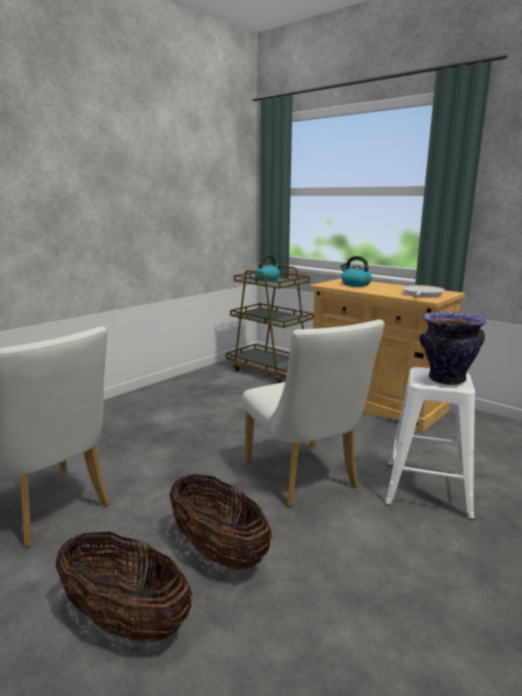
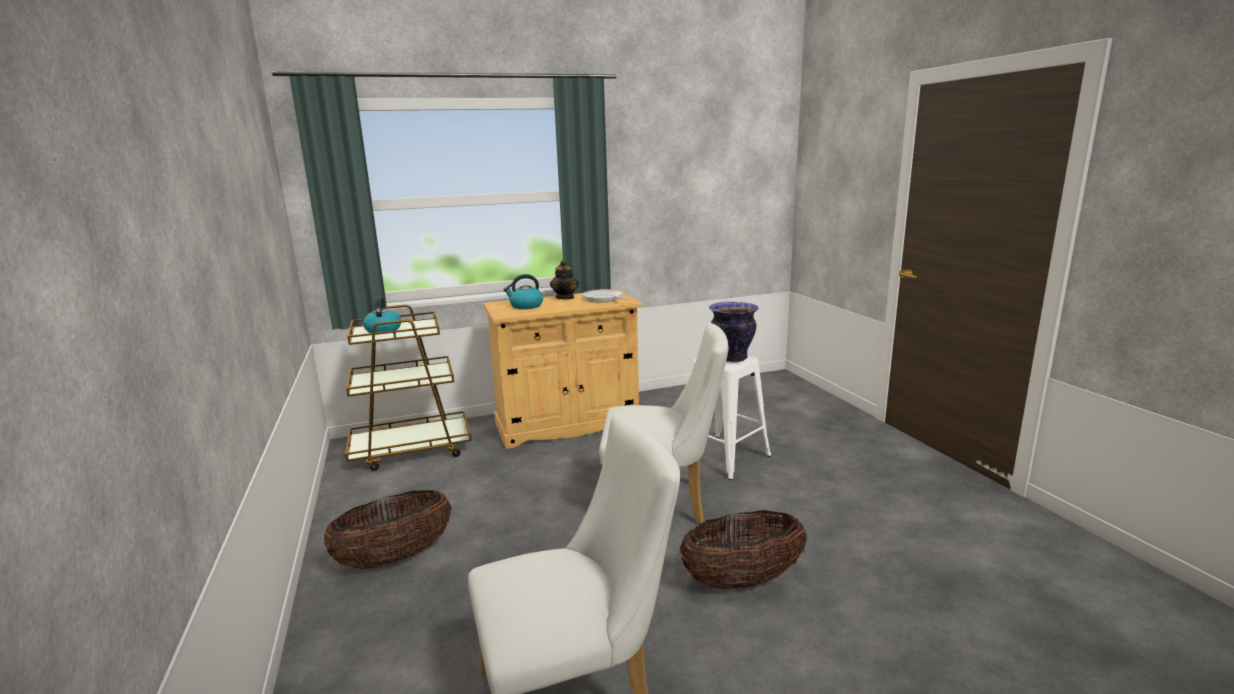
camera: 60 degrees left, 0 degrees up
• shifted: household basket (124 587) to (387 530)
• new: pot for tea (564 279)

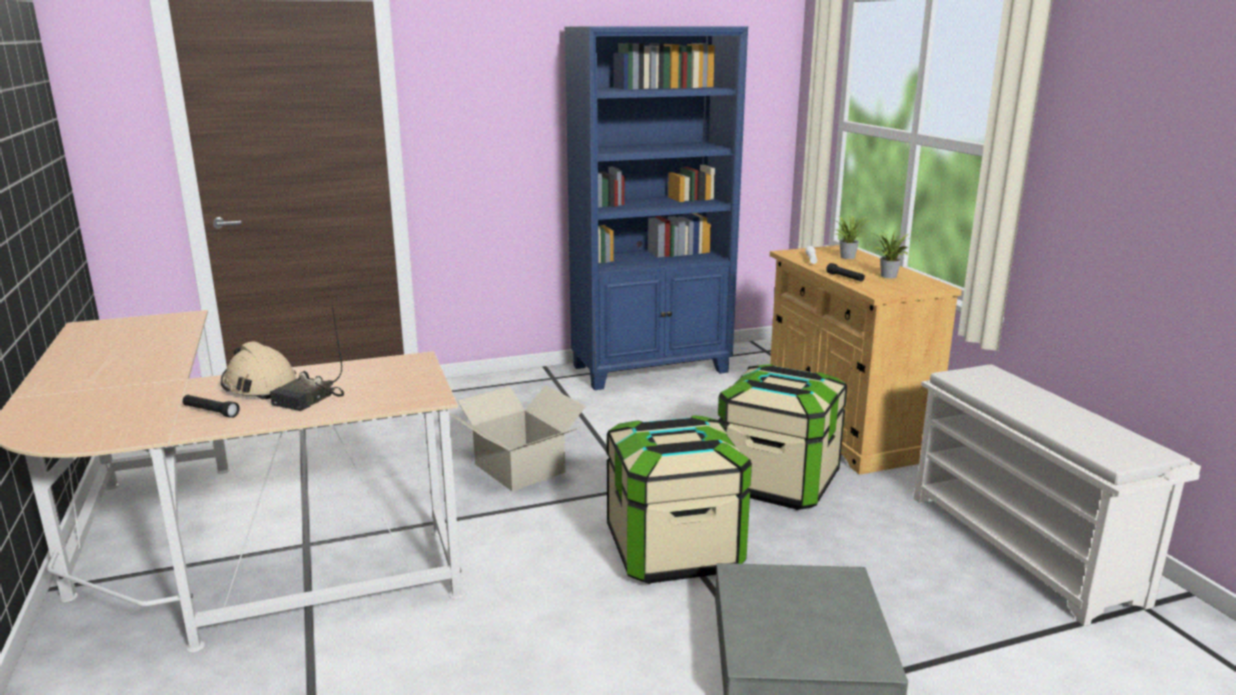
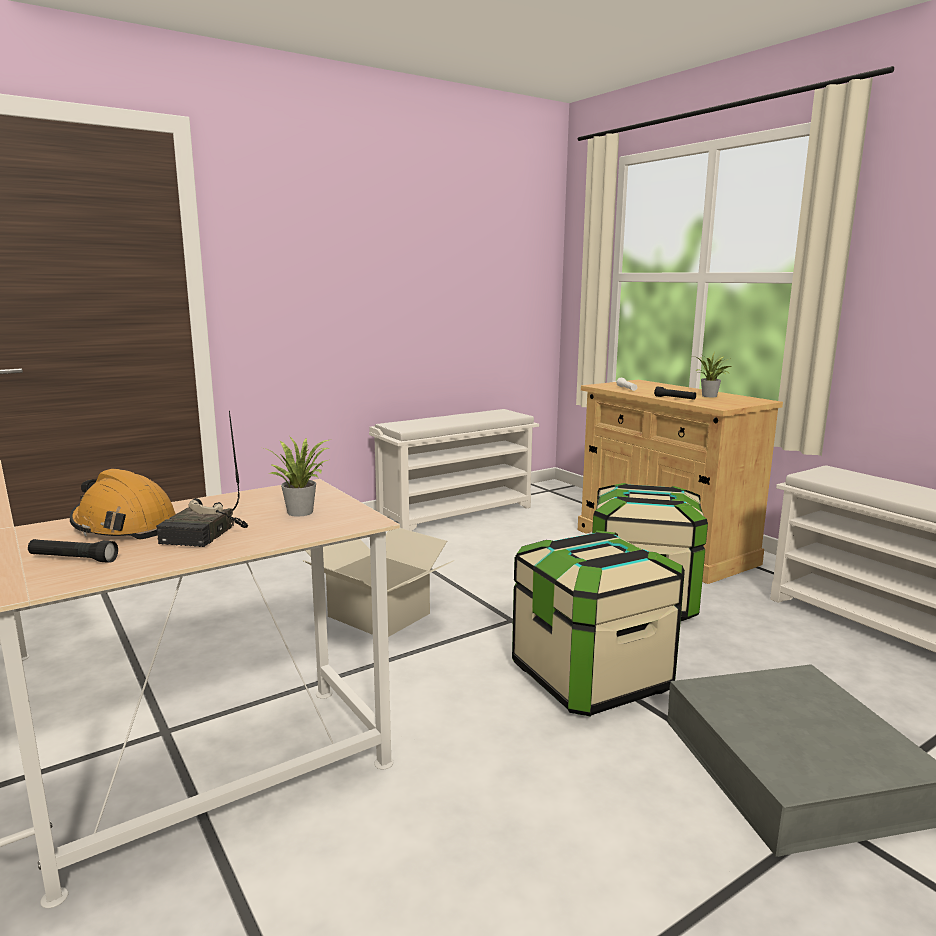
camera: 15 degrees left, 5 degrees down
• repainted: beige-coloured hard hat (258 370) to orange hard hat (123 504)
• swapped: blue-coloured shelving unit (656 208) to white-coloured shoe stand (454 470)
• shifted: potted plant (854 236) to (297 476)

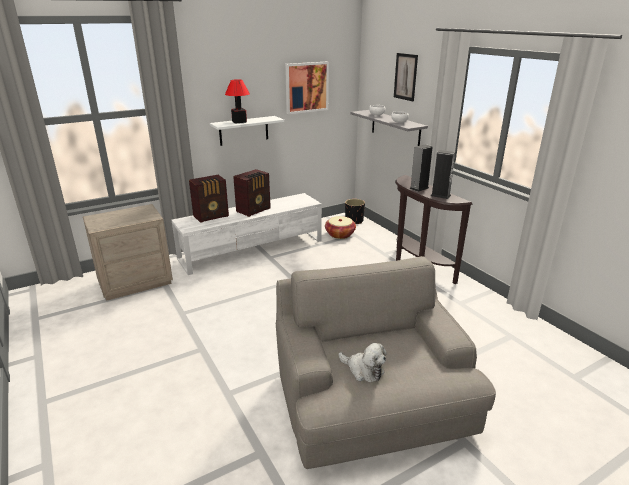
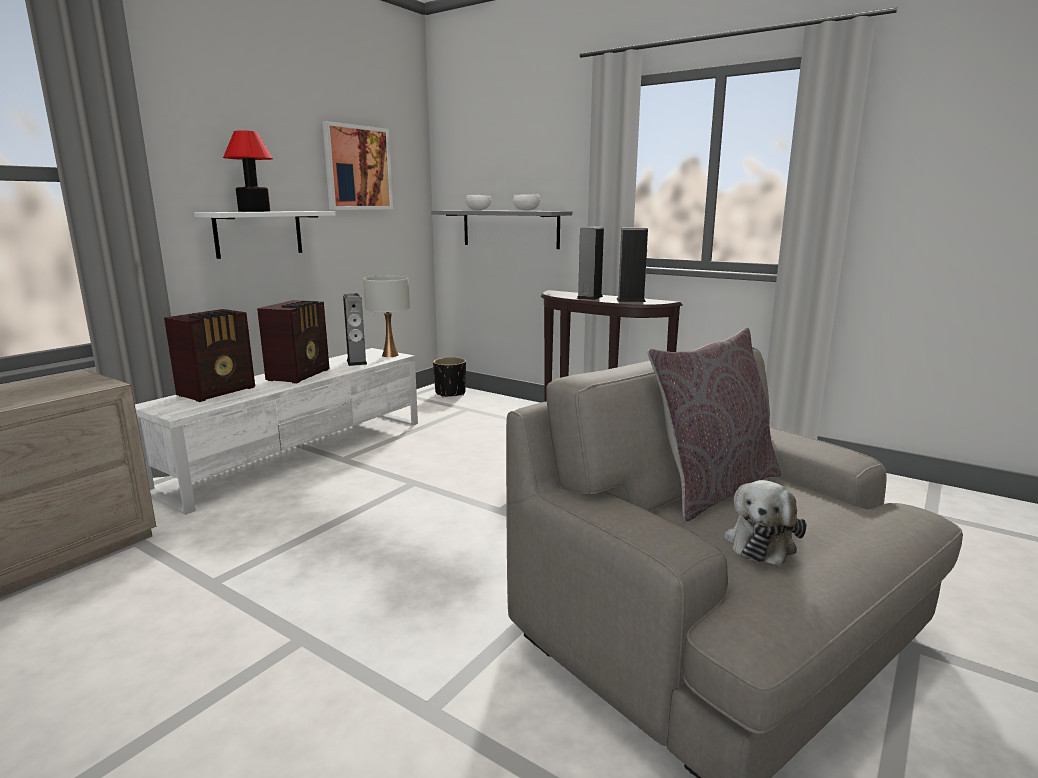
camera: 25 degrees left, 10 degrees down
• gone: household basket (340 227)
• rotated: soft toy (362 362) = (765 523) 105 degrees clockwise
• gone: picture (406 77)
• new: loudspeaker (355 329)
• new: white-coloured table lamp (386 316)
• new: gray pillow (714 424)

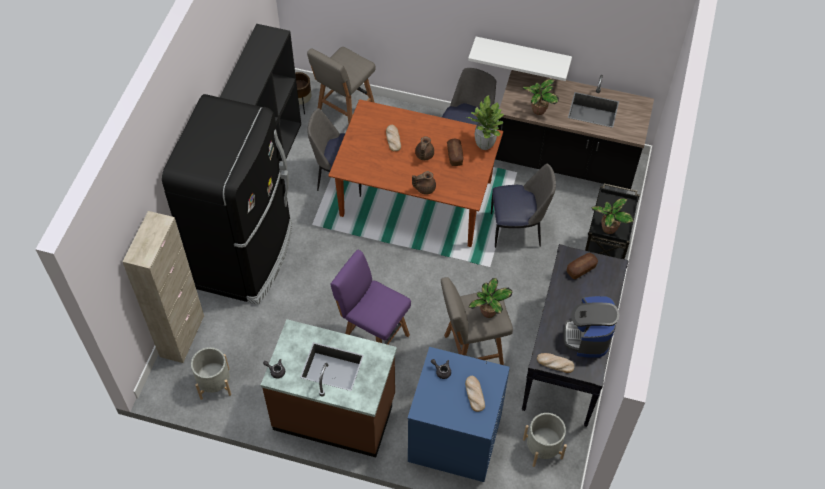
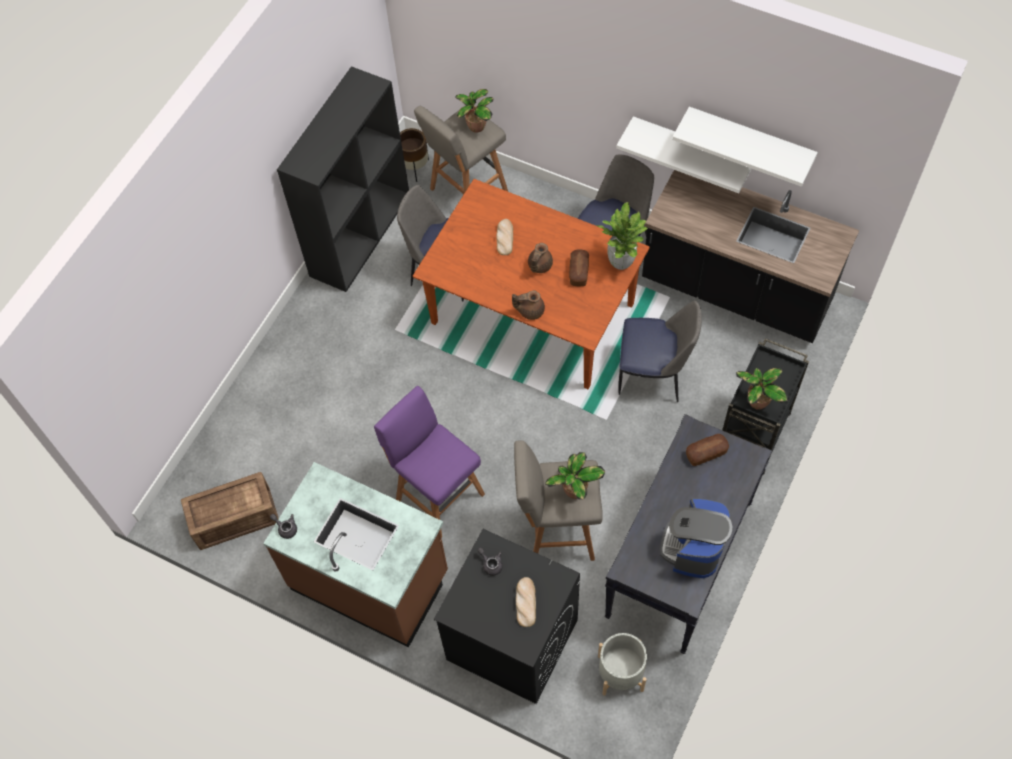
camera: 15 degrees right, 5 degrees up
• gone: beige-coloured cabinet (163 287)
• gone: black refrigerator (227 199)
• swapped: gray planter (211 373) to packing crate (230 511)
• repainted: blue-coloured laundry appliance (458 414) to black laundry appliance (507 616)
• shifted: potted plant (541 97) to (474 111)
• gone: bakery bread (556 363)
• new: white-coloured shelf (745 147)

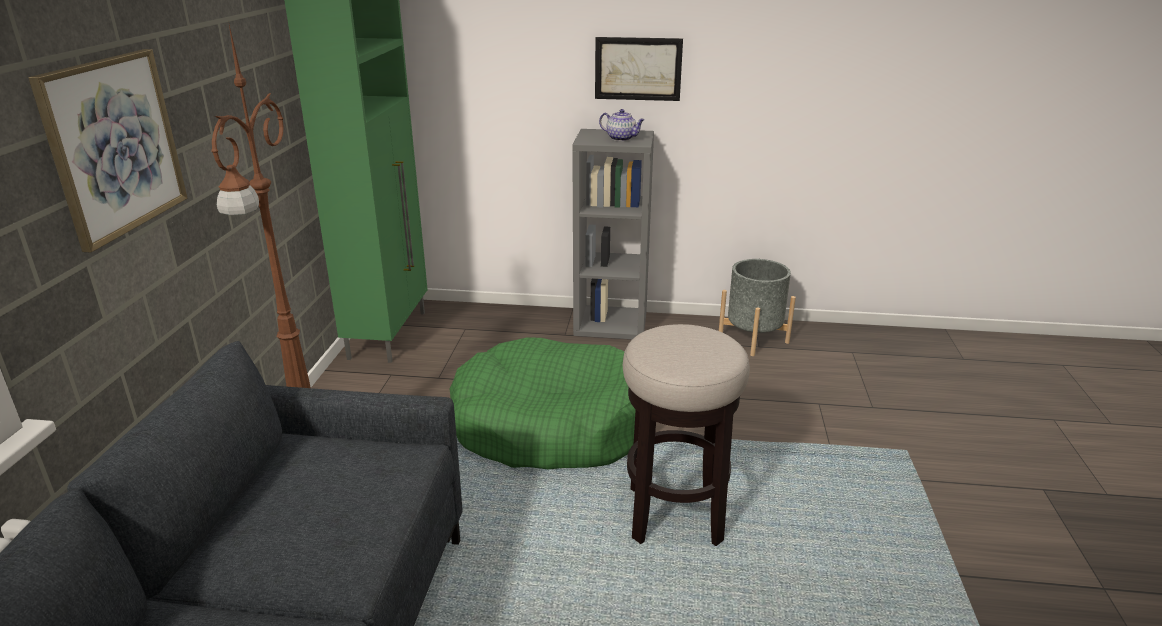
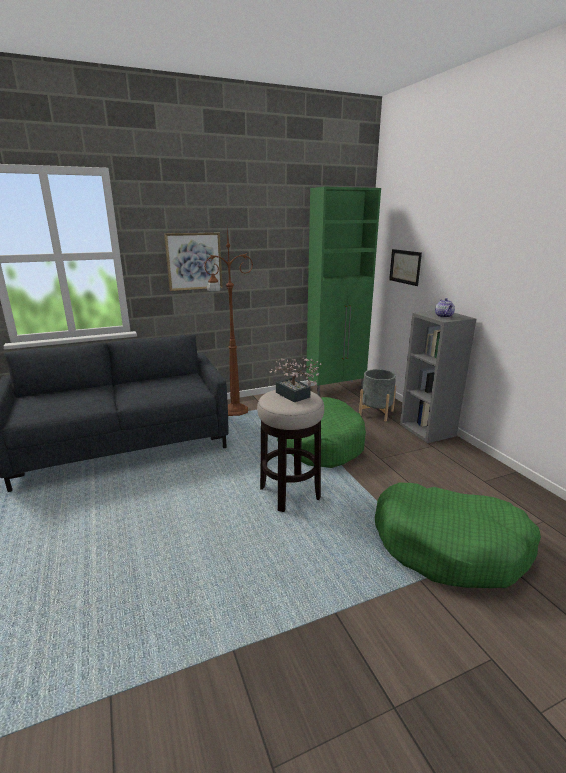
camera: 60 degrees right, 5 degrees down
• shifted: picture (639 69) to (405 267)
• shifted: gray planter (757 307) to (377 395)
• new: potted plant (295 379)
• new: green-coloured dog bed (458 535)

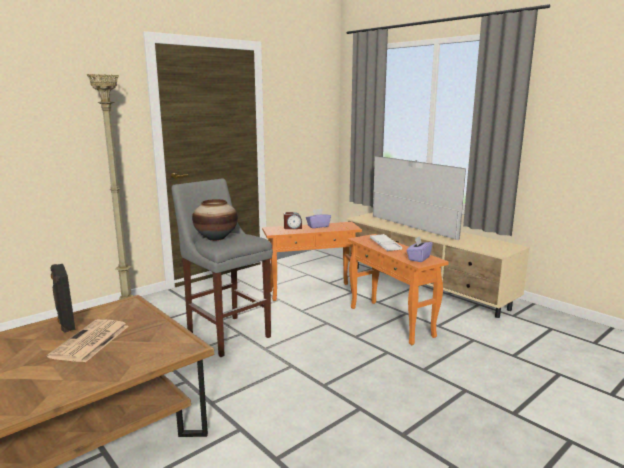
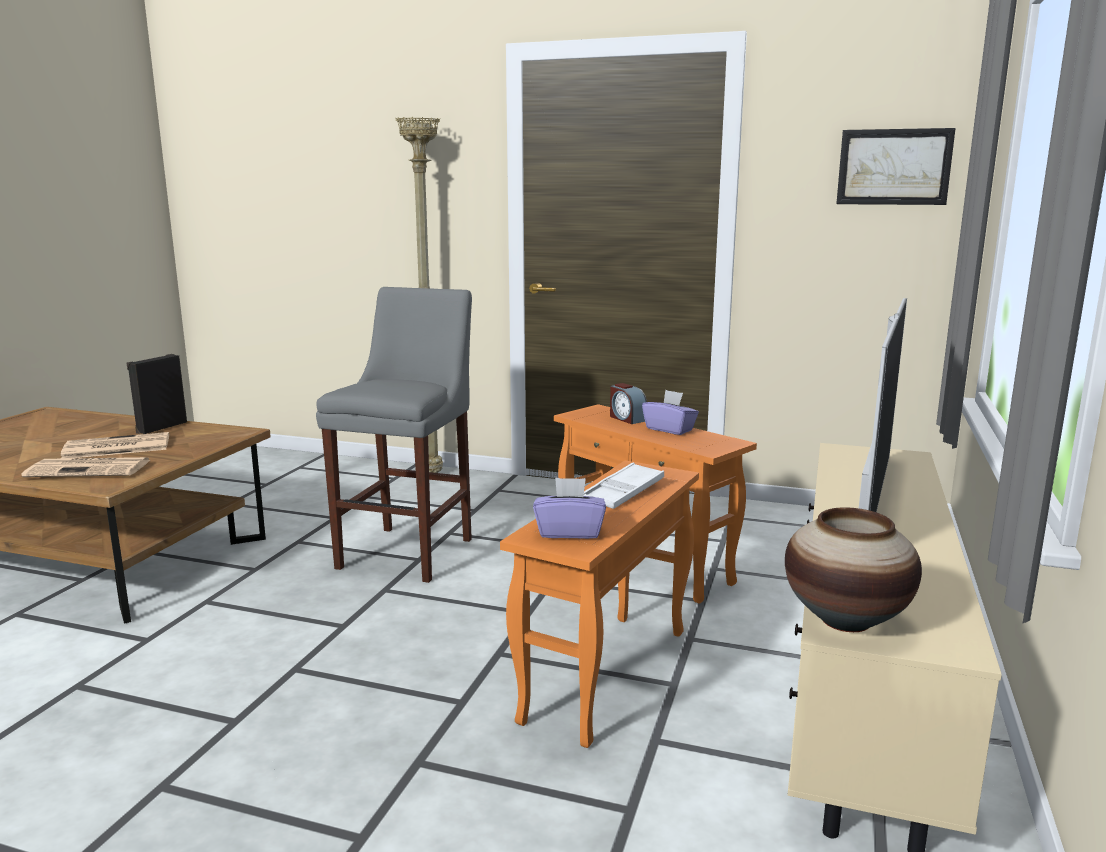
camera: 60 degrees right, 0 degrees up
• shifted: flower vase (215 220) to (853 569)
• new: daily paper (86 467)
• new: picture (896 166)

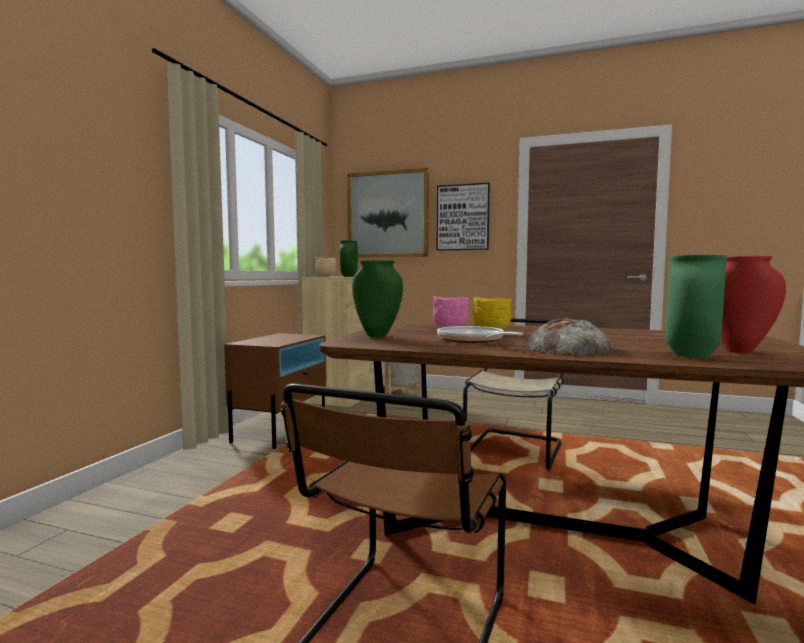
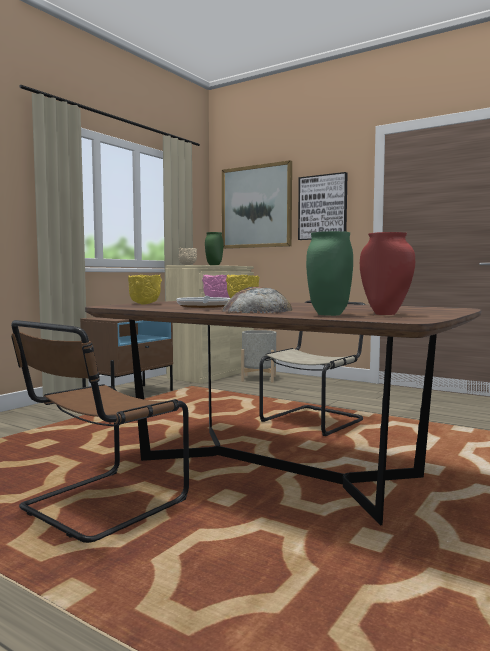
camera: 15 degrees right, 0 degrees up
• swapped: green-coloured flower vase (377 298) to yellowish serving bowl (145 290)

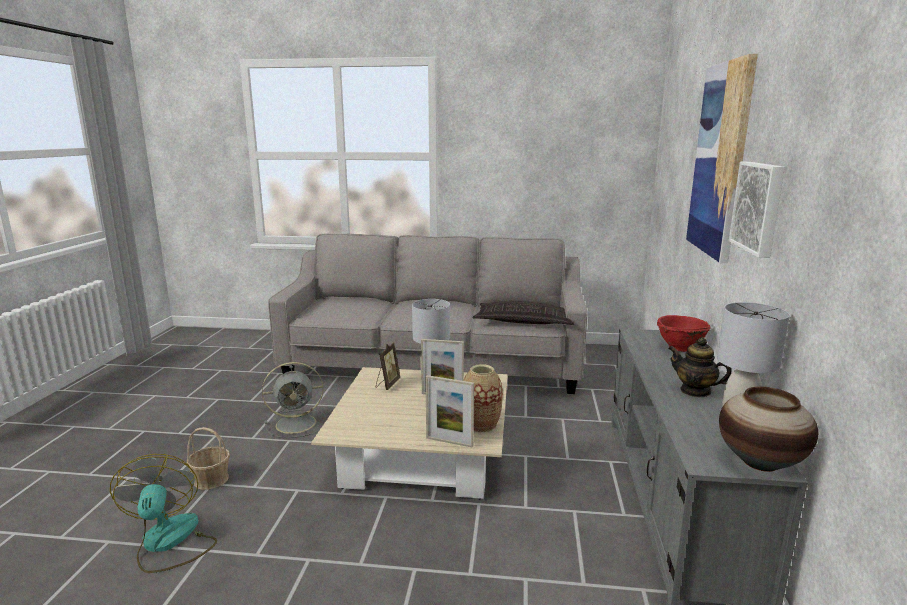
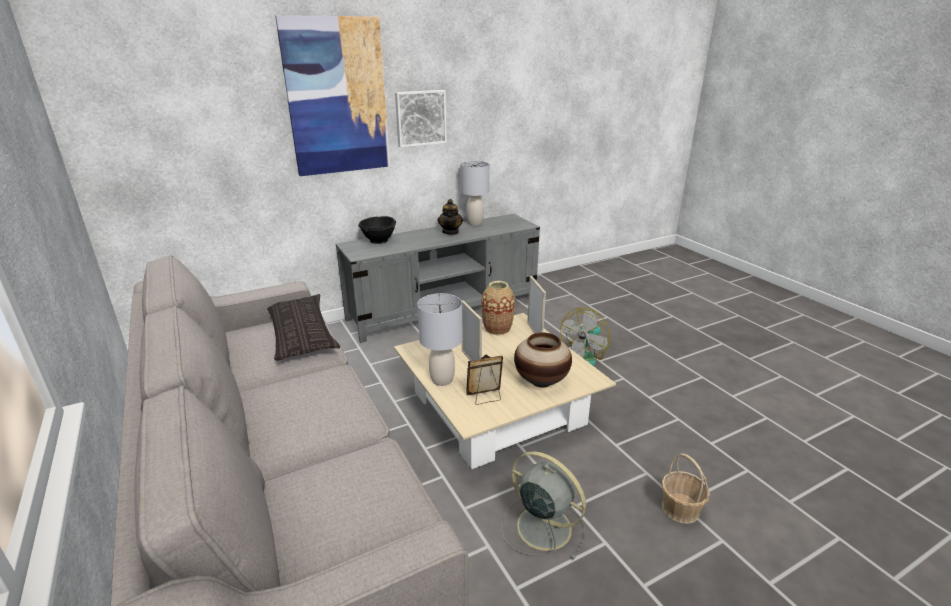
camera: 125 degrees left, 10 degrees up
• shifted: fan (163 513) to (585 337)
• repainted: red serving bowl (683 333) to black serving bowl (377 230)
• shifted: flower vase (768 429) to (543 359)

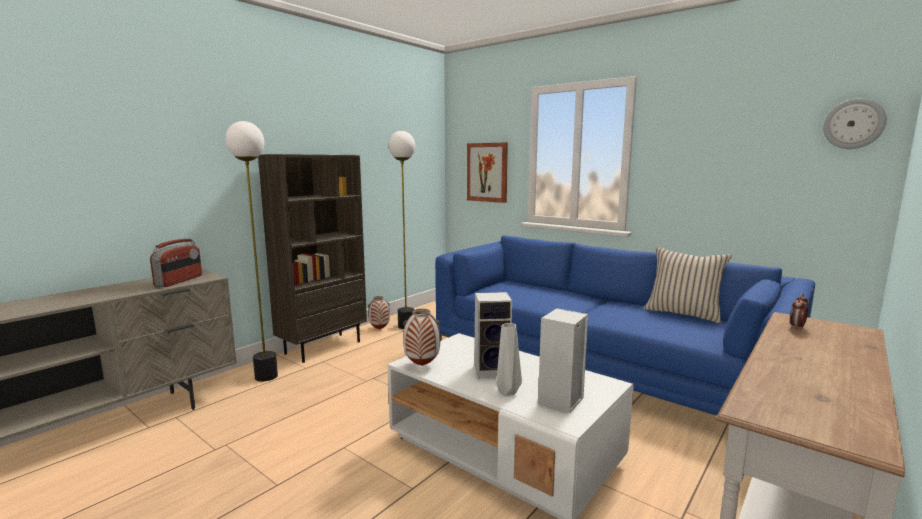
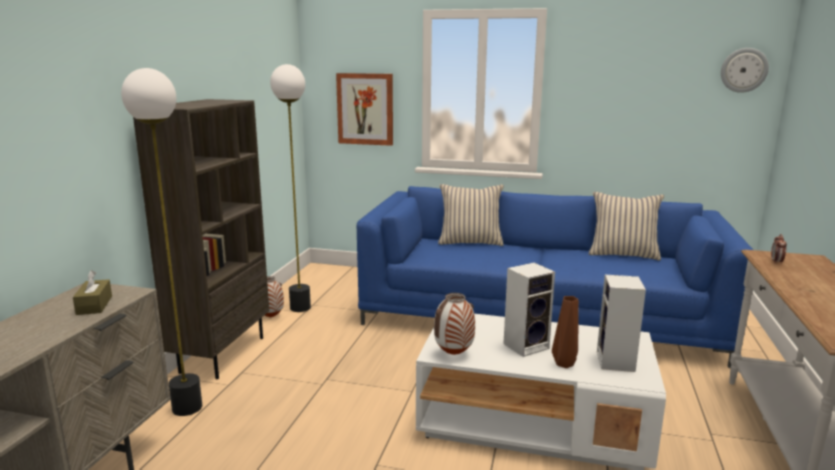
camera: 25 degrees left, 5 degrees up
• swapped: radio receiver (176 263) to brownish tissue box (92 292)
• repainted: gray flower vase (509 359) to brownish flower vase (565 332)
• new: beige-coloured pillow (471 215)

